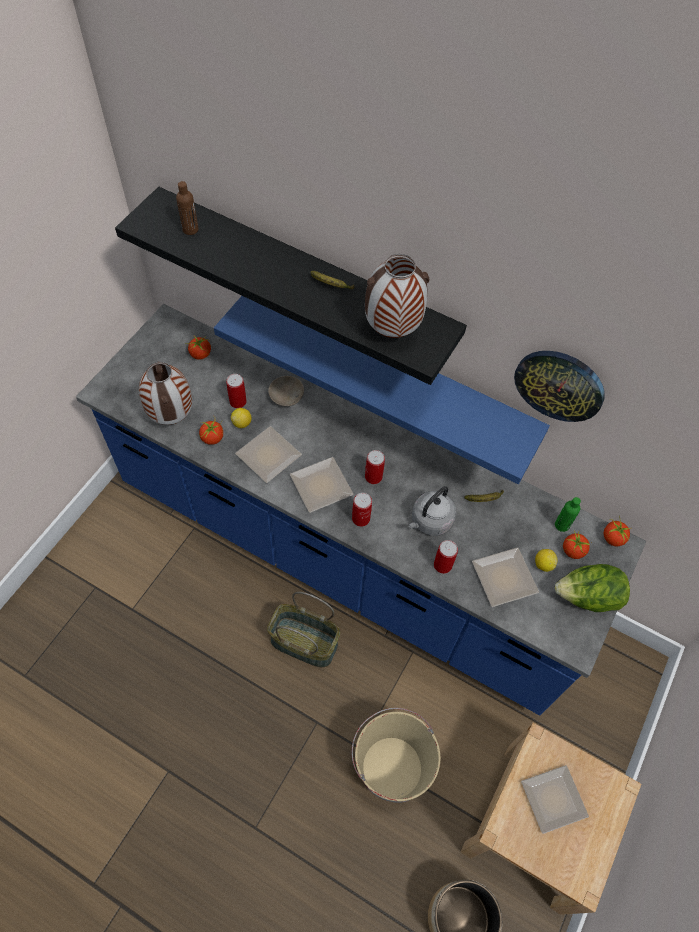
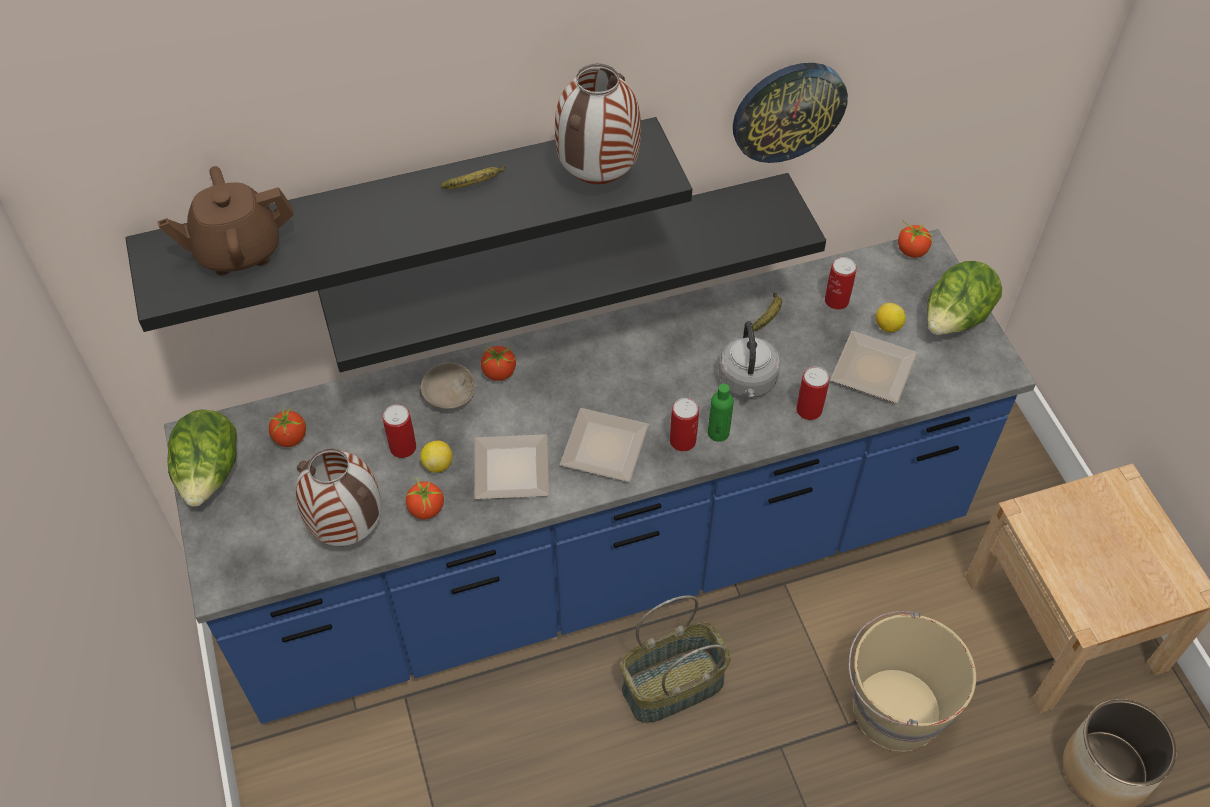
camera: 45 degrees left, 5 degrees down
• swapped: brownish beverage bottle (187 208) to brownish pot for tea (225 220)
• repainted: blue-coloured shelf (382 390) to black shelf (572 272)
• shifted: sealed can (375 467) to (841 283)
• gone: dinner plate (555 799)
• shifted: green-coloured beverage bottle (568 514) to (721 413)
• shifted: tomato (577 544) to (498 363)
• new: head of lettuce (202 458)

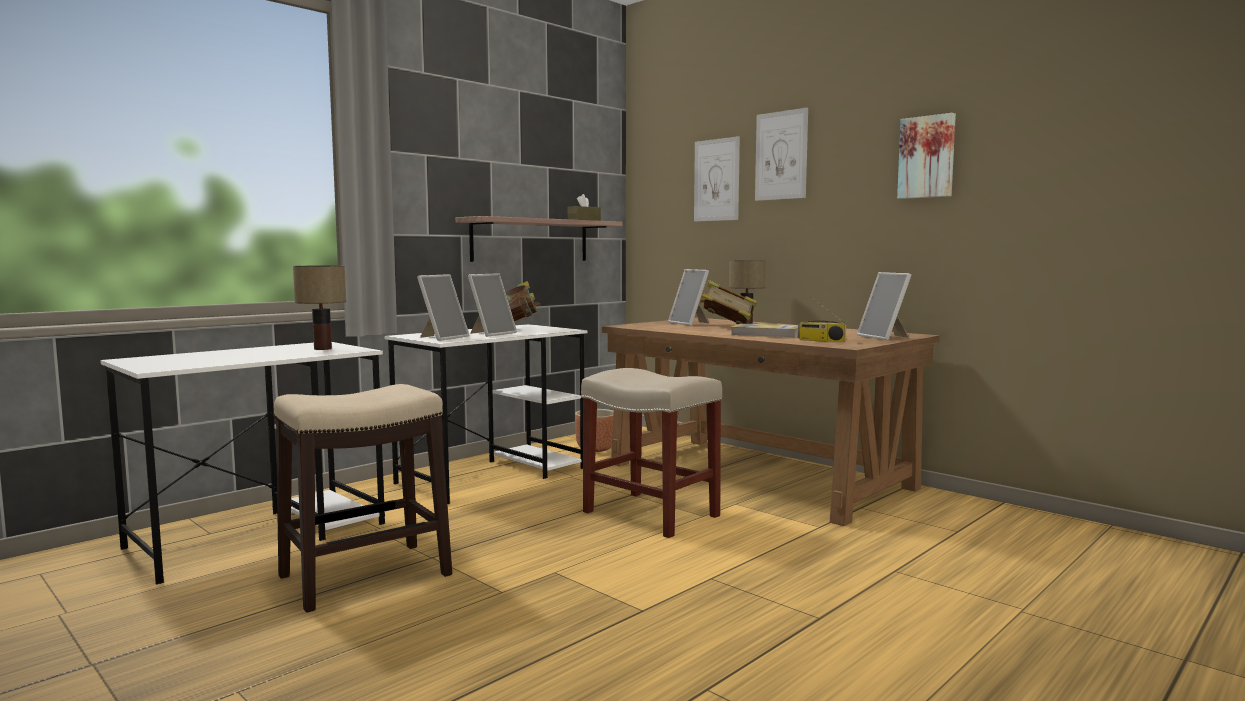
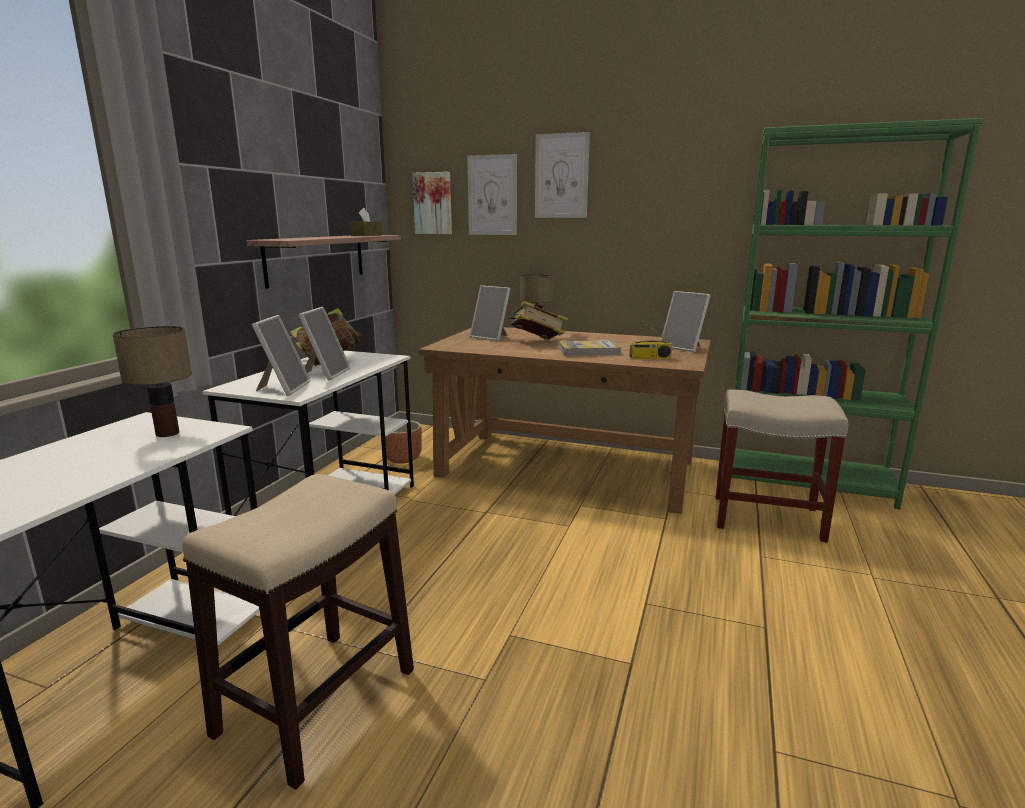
camera: 25 degrees left, 10 degrees up
• shifted: beige-coloured stool seat (651 453) to (782 466)
• shifted: picture (926 156) to (432 203)
• new: green-coloured shelving unit (857 313)

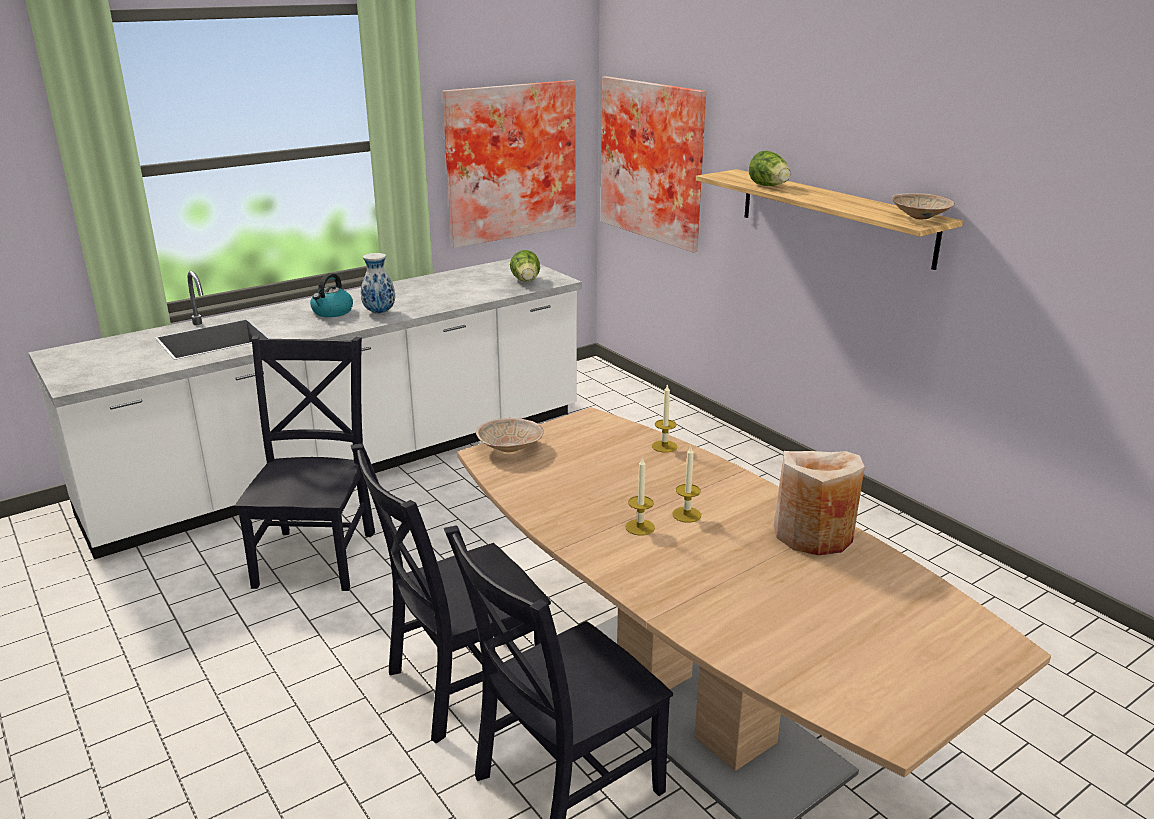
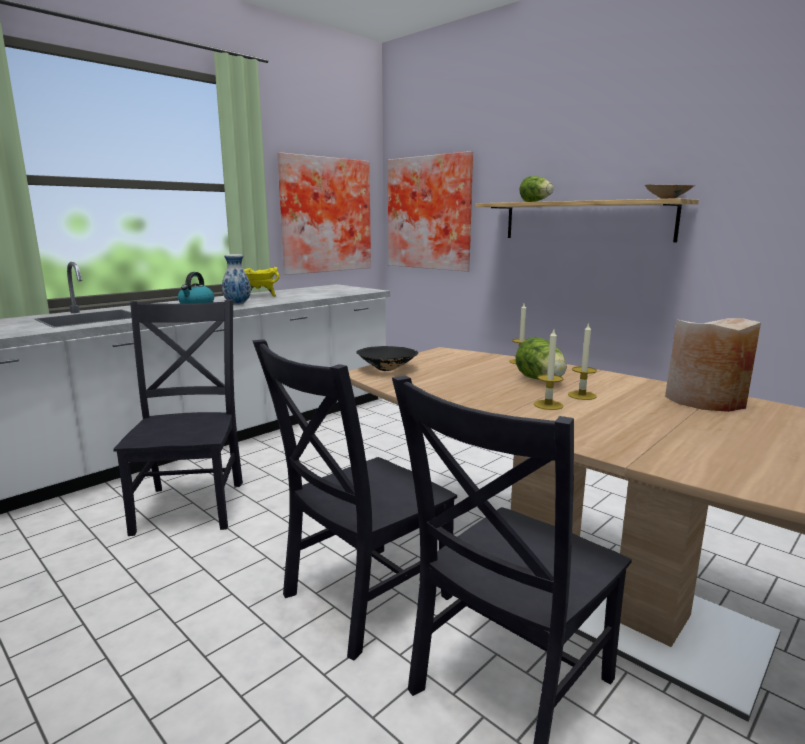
camera: 10 degrees left, 10 degrees down
• repainted: beige-coloured serving bowl (510 435) to black serving bowl (387 358)
• shifted: head of lettuce (525 266) to (541 358)
• new: yellowish saucepot (262 282)

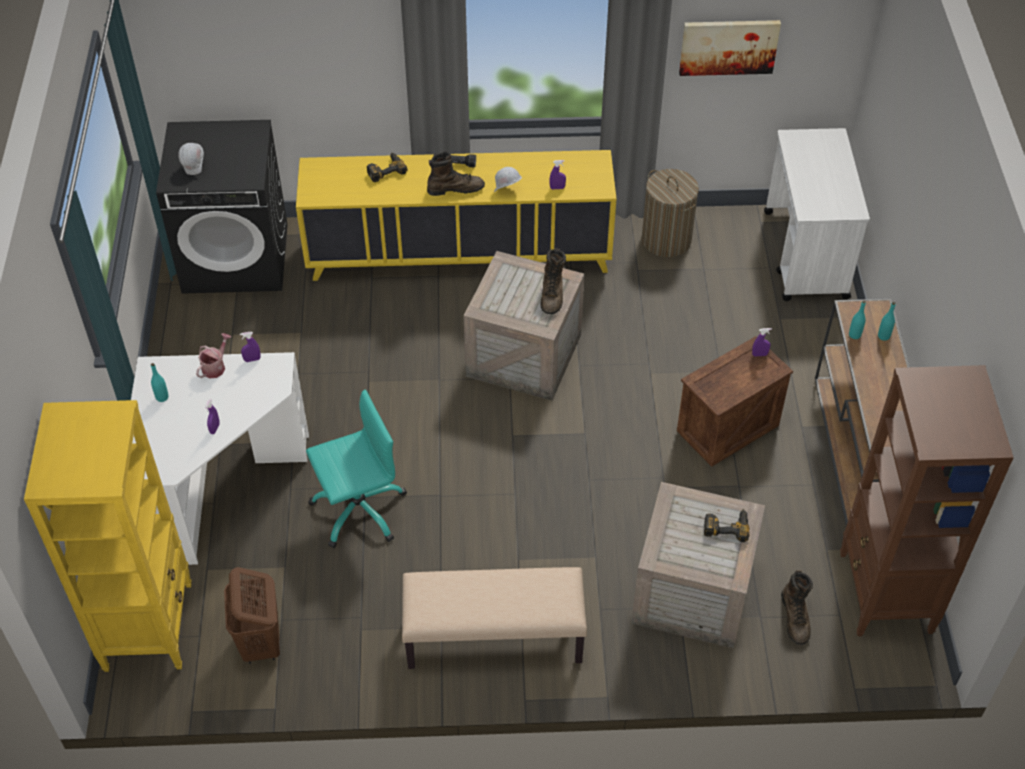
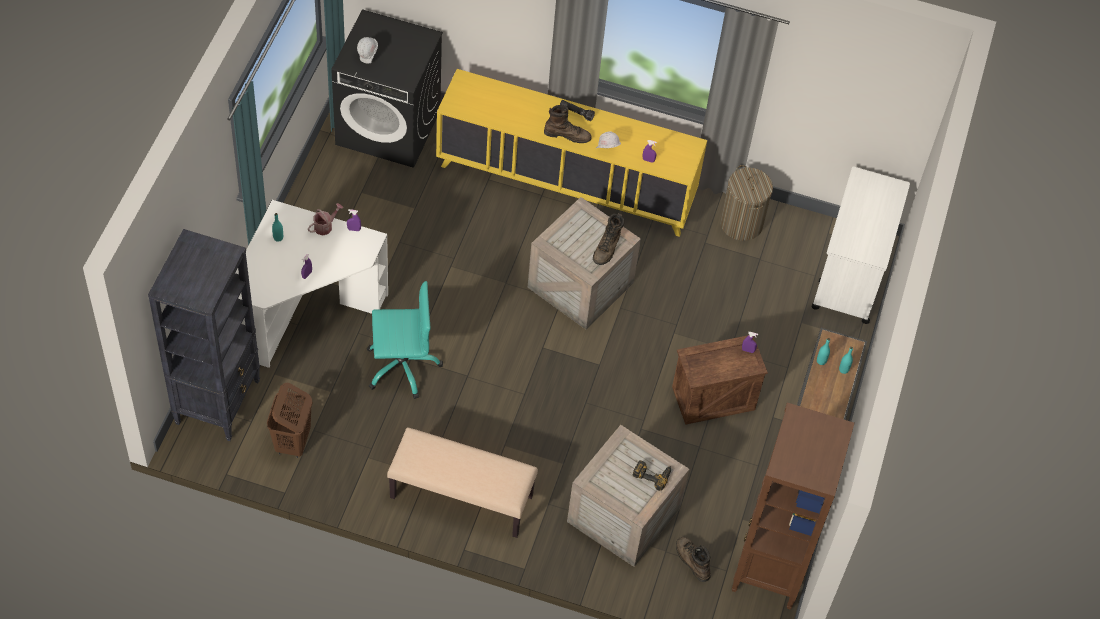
camera: 15 degrees right, 5 degrees up
• repainted: yellowish shelving unit (108 536) to black shelving unit (204 335)
• gone: electric drill (387 167)
• gone: picture (730 48)
• rotated: brownish tall boot (797 607) = (693 559) 135 degrees clockwise

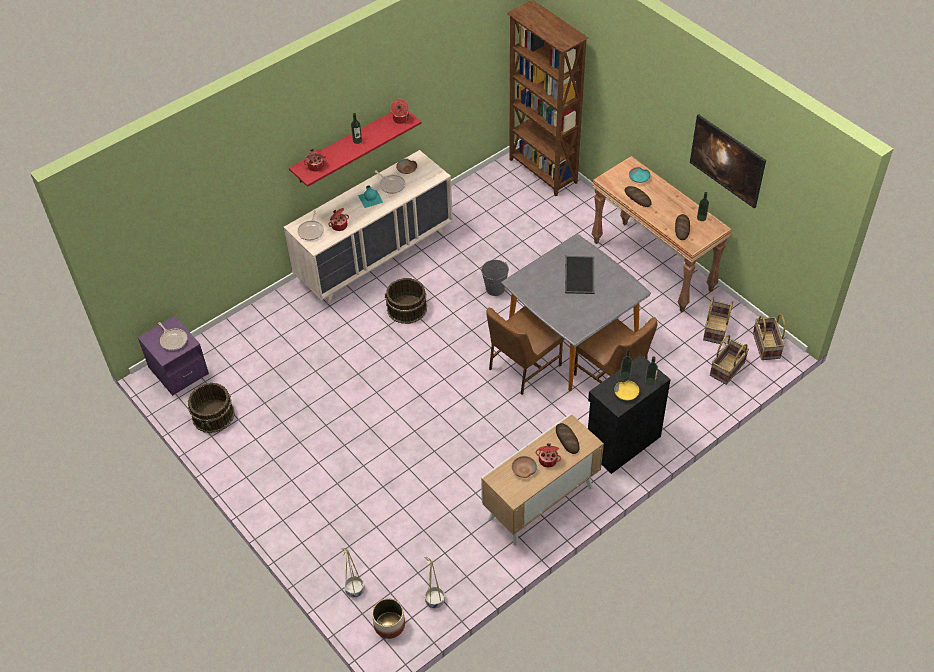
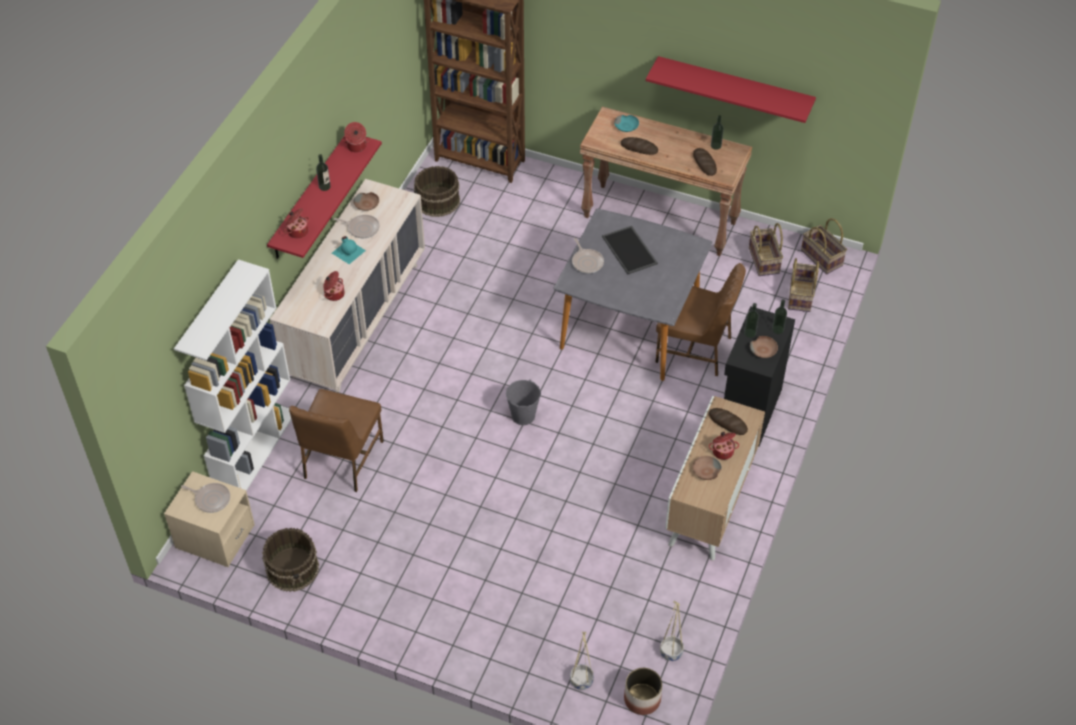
camera: 30 degrees left, 0 degrees up
• repainted: purplish night table (173 356) to beige-coloured night table (209 519)
• shifted: frying pan (310 225) to (588 256)
• shifted: brownish pail (406 301) to (437 191)
• shifted: gray pail (495 278) to (523 402)
• shifted: brownish plain chair (525 350) to (336 440)
• repainted: yellowish serving bowl (626 390) to brownish serving bowl (764 347)
• swapped: picture (728 161) to red shelf (731 89)
• new: white-coloured shelving unit (233 375)

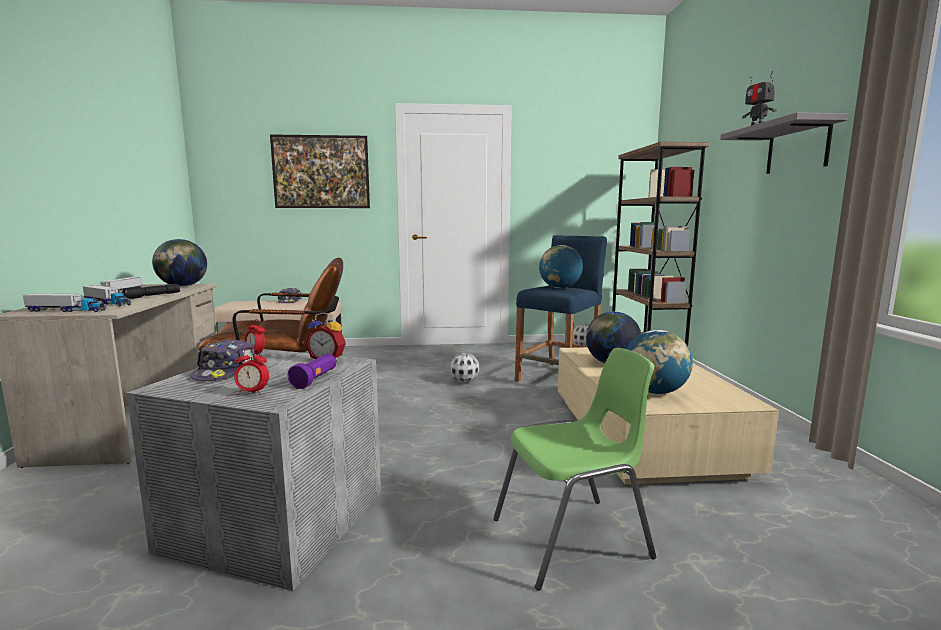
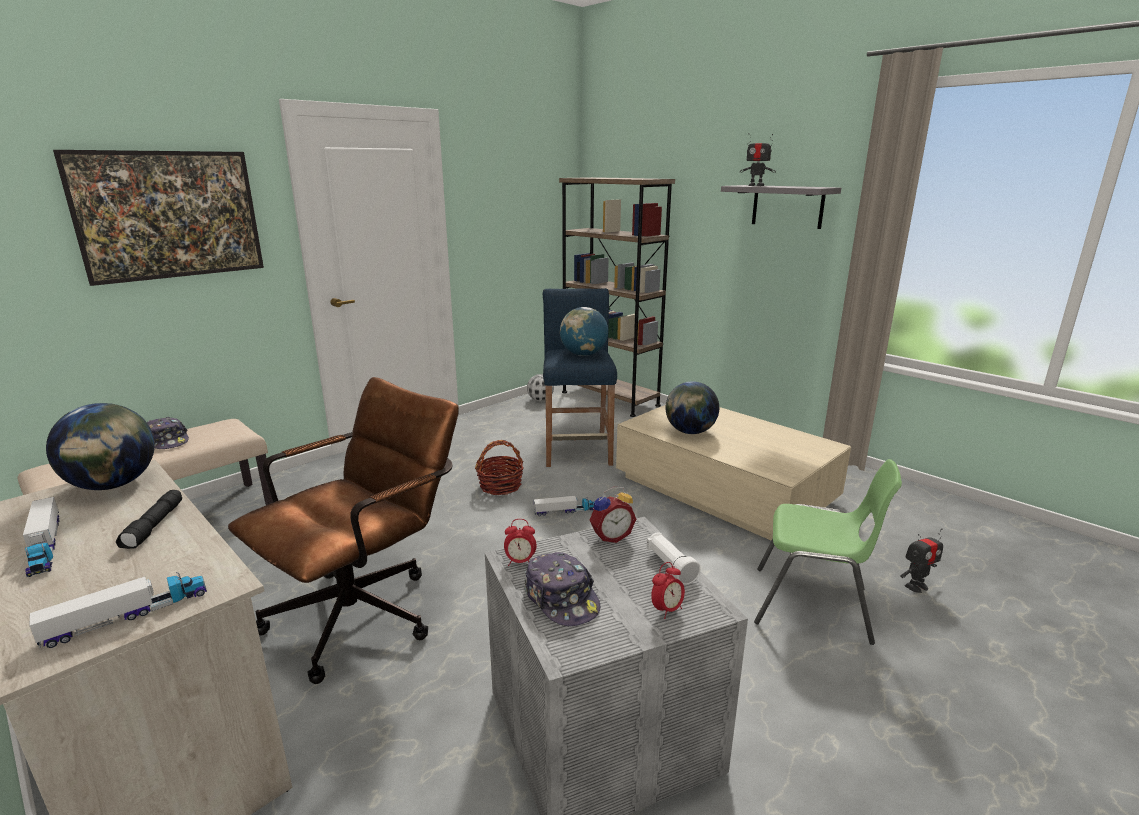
camera: 40 degrees left, 10 degrees up
• shifted: toy lorry (107 295) to (564 506)
• repainted: purplish flashlight (312 371) to white-coloured flashlight (673 558)
• swapped: ball for football (464 368) to household basket (499 467)
• rotated: green-coloured plain chair (574 469) = (828 552) 75 degrees clockwise
• gone: desk globe (660 362)
• new: toy robot (922 560)

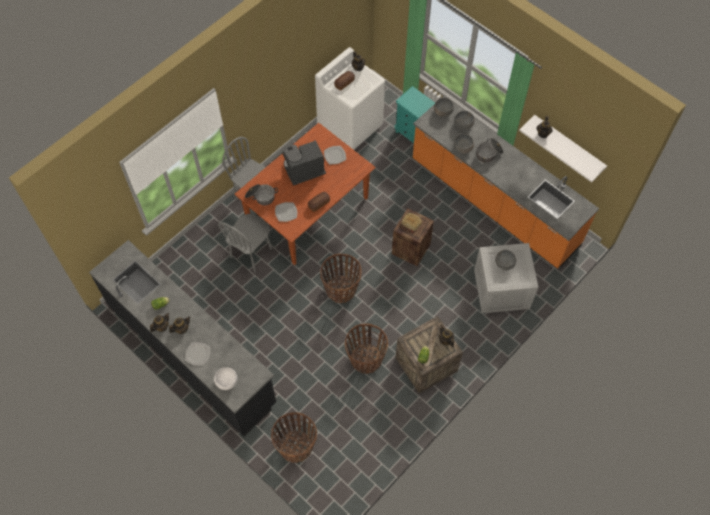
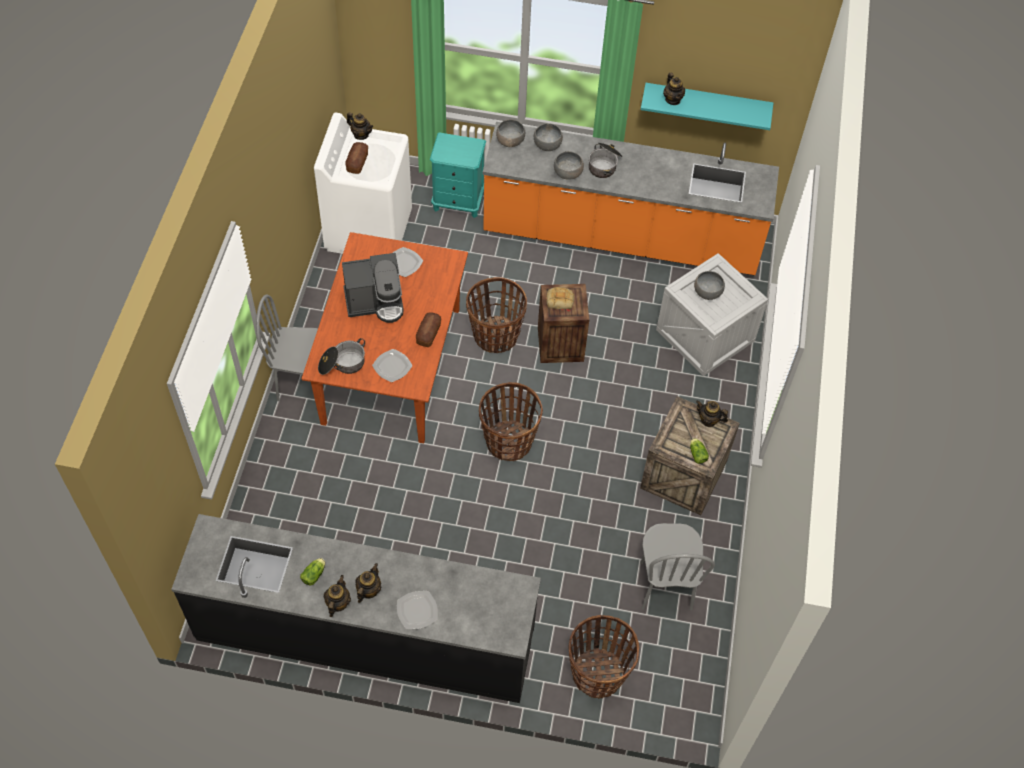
camera: 35 degrees left, 5 degrees down
• gone: white-coloured serving bowl (225 378)
• shifted: gray plain chair (245 243) to (677 566)
• rotated: coffee brewer (304 163) = (372 288) 135 degrees counterclockwise
• shifted: household basket (366 348) to (496 315)
• repainted: white-coloured shelf (563 149) to blue-green shelf (707 106)

